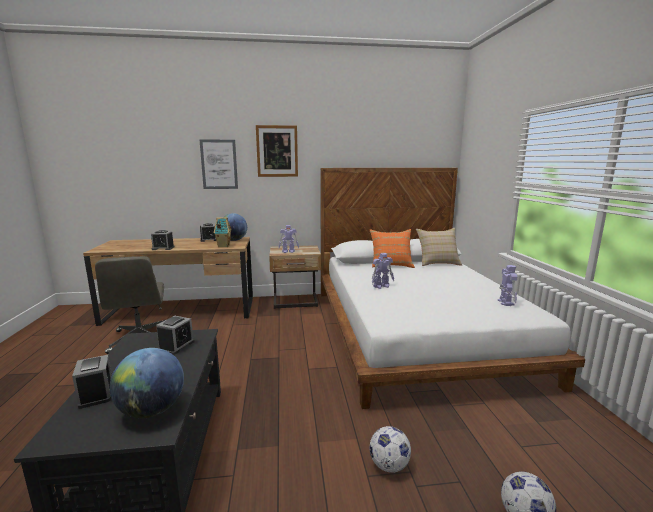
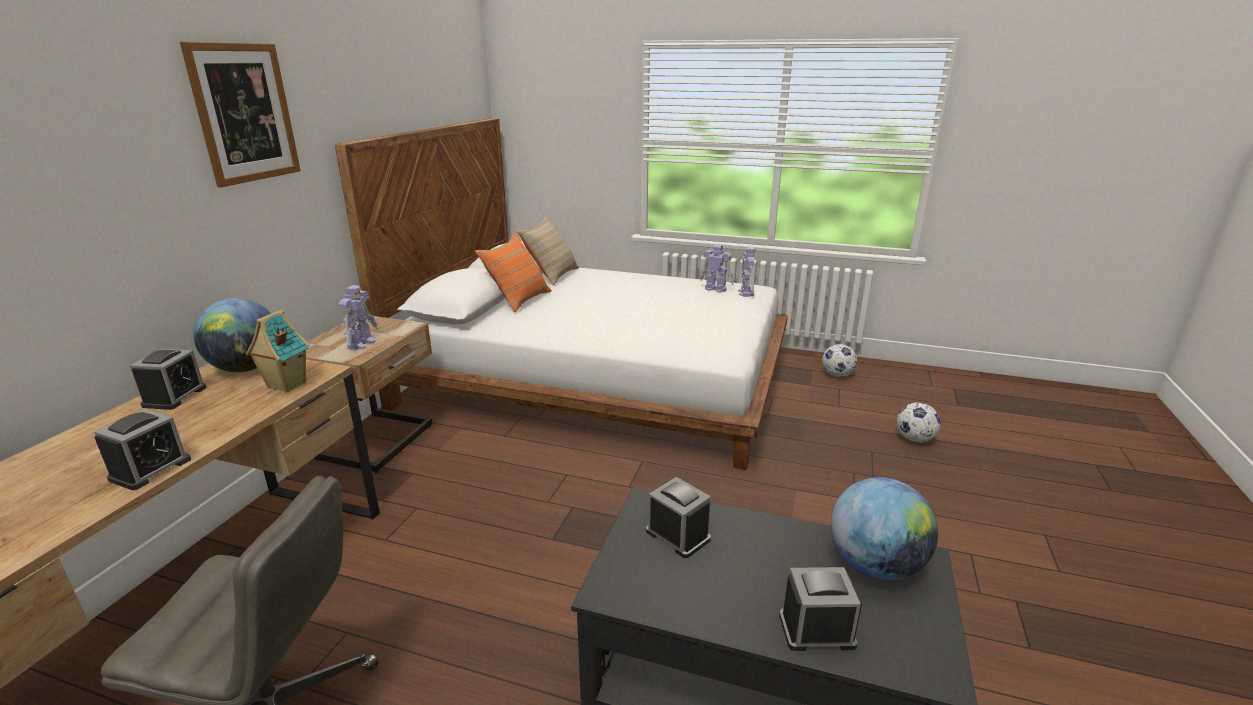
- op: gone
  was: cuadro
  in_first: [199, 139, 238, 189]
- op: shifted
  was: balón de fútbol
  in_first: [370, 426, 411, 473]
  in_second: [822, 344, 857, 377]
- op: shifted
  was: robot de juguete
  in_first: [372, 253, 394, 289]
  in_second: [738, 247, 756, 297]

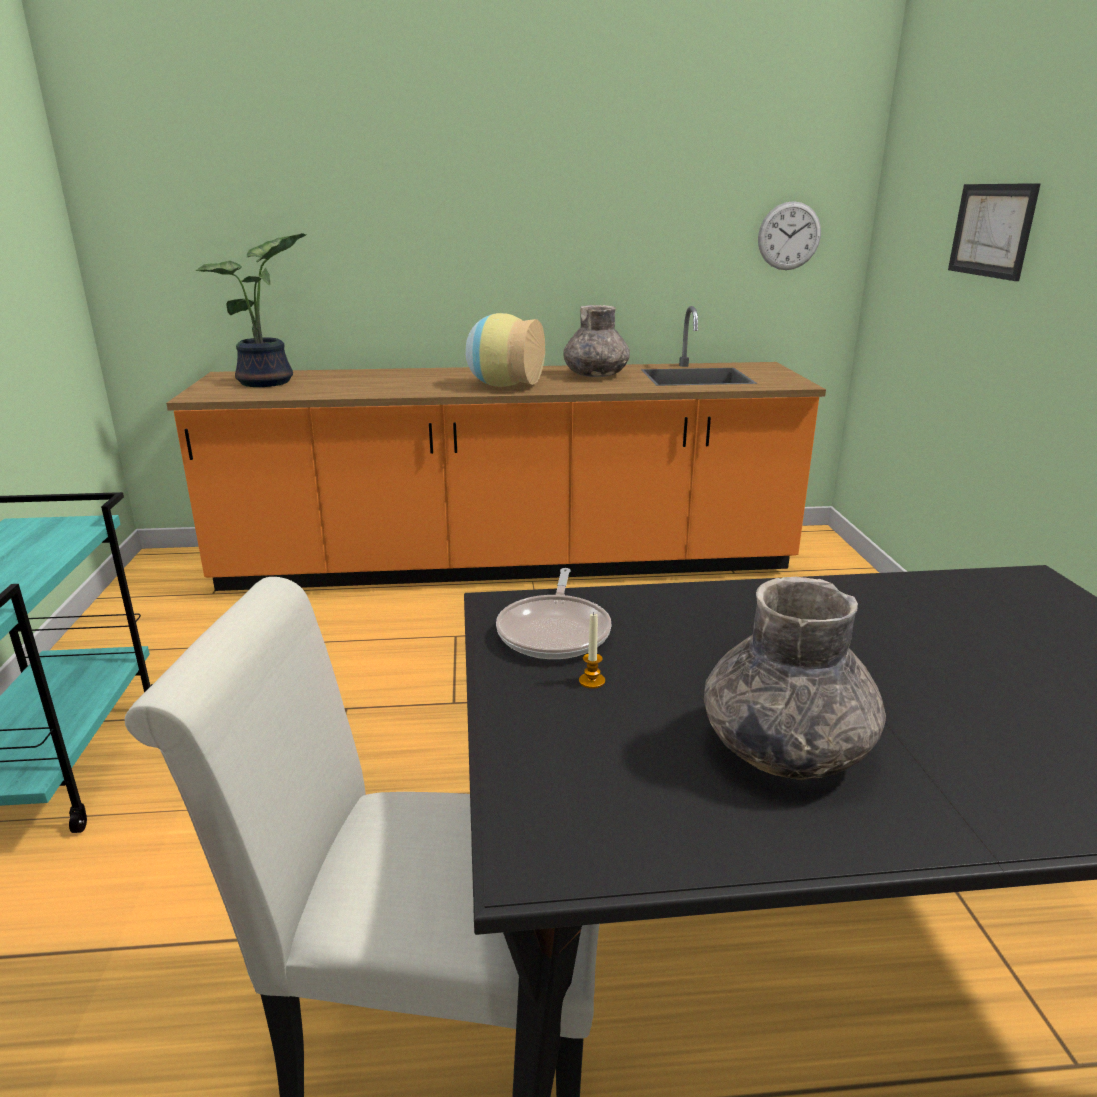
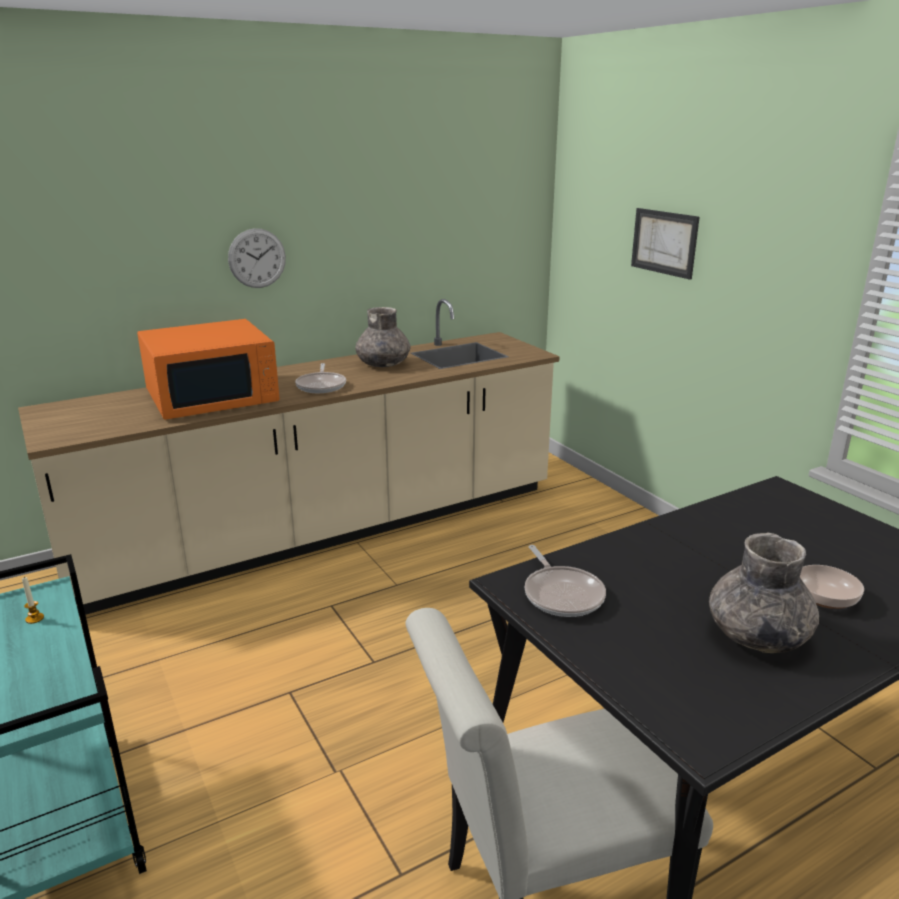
- op: gone
  was: planta en maceta
  in_first: [195, 233, 306, 387]
- op: new
  now: microondas [naranja]
  in_second: [137, 319, 280, 420]
- op: new
  now: cuenco
  in_second: [800, 565, 864, 609]
- op: shifted
  was: vela
  in_first: [579, 612, 605, 688]
  in_second: [22, 577, 44, 624]
- op: shifted
  was: reloj de pared
  in_first: [758, 201, 821, 270]
  in_second: [228, 228, 286, 288]
- op: swapped
  was: florero
  now: sartén
  in_first: [465, 313, 545, 387]
  in_second: [295, 363, 346, 393]
- op: repainted
  was: mueble bajo de cocina [naranja]
  now: mueble bajo de cocina [beis]
  in_first: [166, 306, 826, 591]
  in_second: [18, 299, 560, 615]

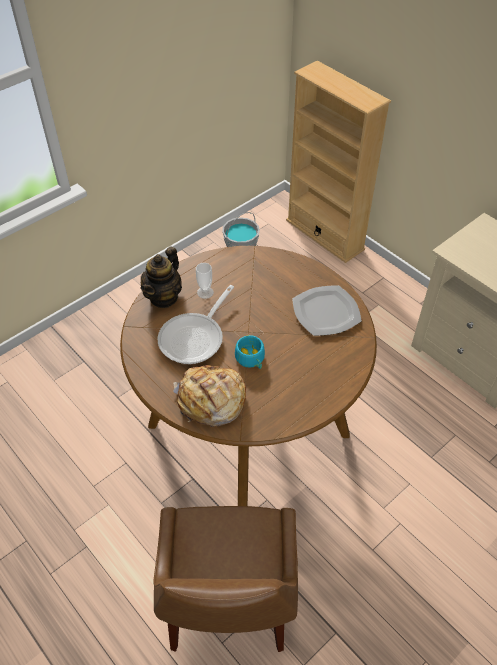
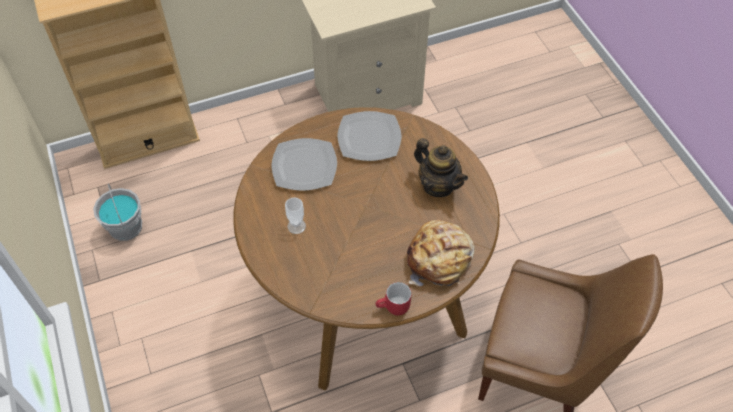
- op: gone
  was: sartén
  in_first: [158, 285, 234, 364]
- op: gone
  was: taza [turquesa]
  in_first: [235, 335, 265, 369]
- op: new
  now: plato
  in_second: [271, 138, 337, 191]
- op: new
  now: taza grande [rojo]
  in_second: [376, 282, 411, 316]
- op: shifted
  was: tetera
  in_first: [141, 247, 182, 308]
  in_second: [414, 138, 468, 197]

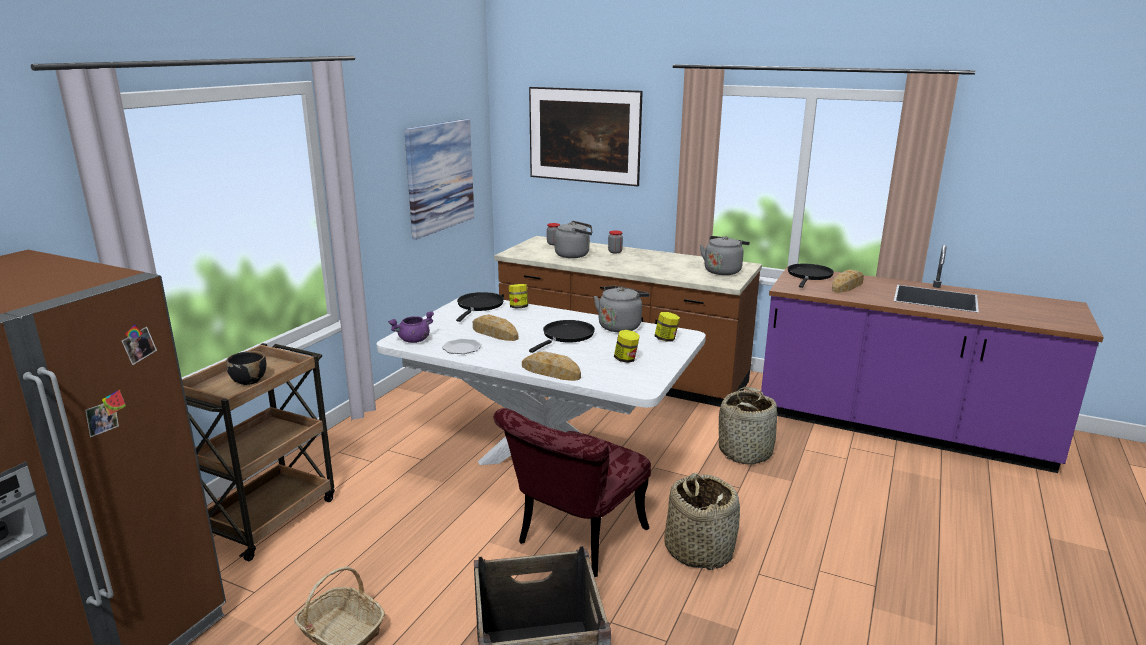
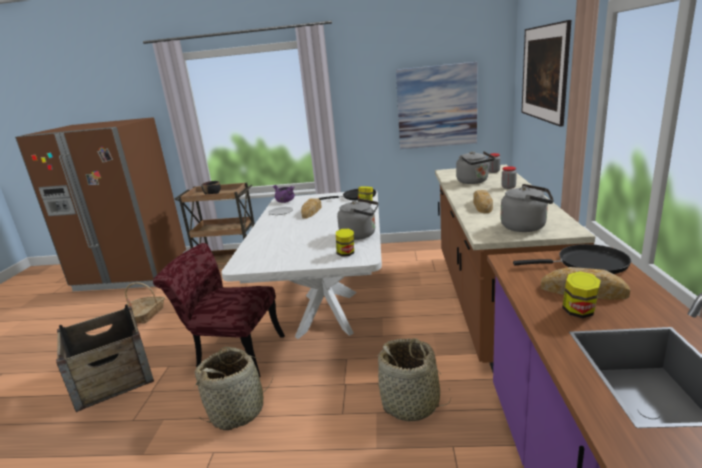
- op: gone
  was: sartén [negro]
  in_first: [529, 320, 595, 353]
- op: shifted
  was: pan
  in_first: [522, 351, 581, 381]
  in_second: [473, 190, 493, 213]
- op: shifted
  was: tarro
  in_first: [614, 330, 640, 363]
  in_second: [562, 271, 601, 318]

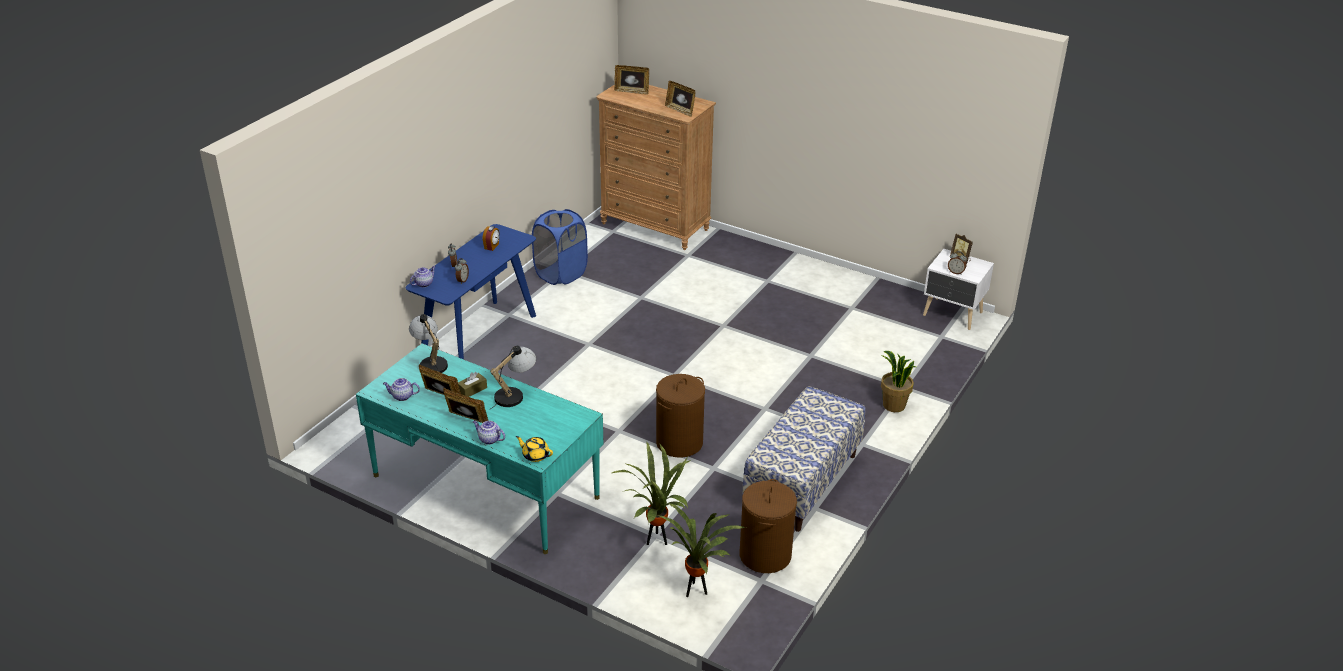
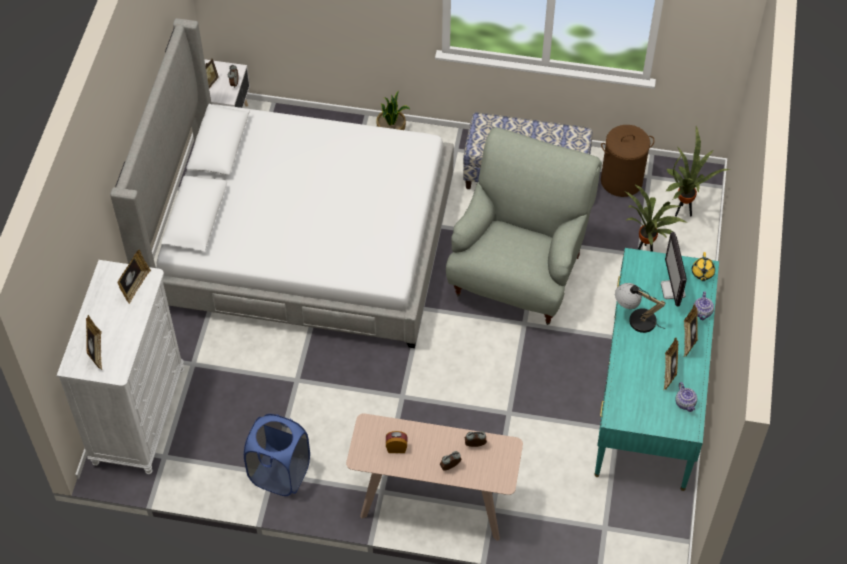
- op: gone
  was: lámpara de mesa
  in_first: [409, 314, 448, 373]
- op: gone
  was: tetera
  in_first: [410, 266, 436, 287]
- op: gone
  was: caja de pañuelos [marrón]
  in_first: [458, 372, 487, 397]
- op: new
  now: cama
  in_second: [110, 18, 454, 348]
- op: new
  now: monitor
  in_second: [661, 232, 687, 306]
- op: swapped
  was: cesto de la ropa [marrón]
  now: sillón [gris]
  in_first: [656, 374, 705, 458]
  in_second: [446, 127, 602, 325]
- op: repainted
  was: mesa consola [azul]
  now: mesa consola [beis]
  in_first: [406, 224, 536, 359]
  in_second: [346, 413, 523, 541]
- op: repainted
  was: cómoda [marrón]
  now: cómoda [blanco]
  in_first: [597, 85, 716, 250]
  in_second: [57, 260, 184, 474]

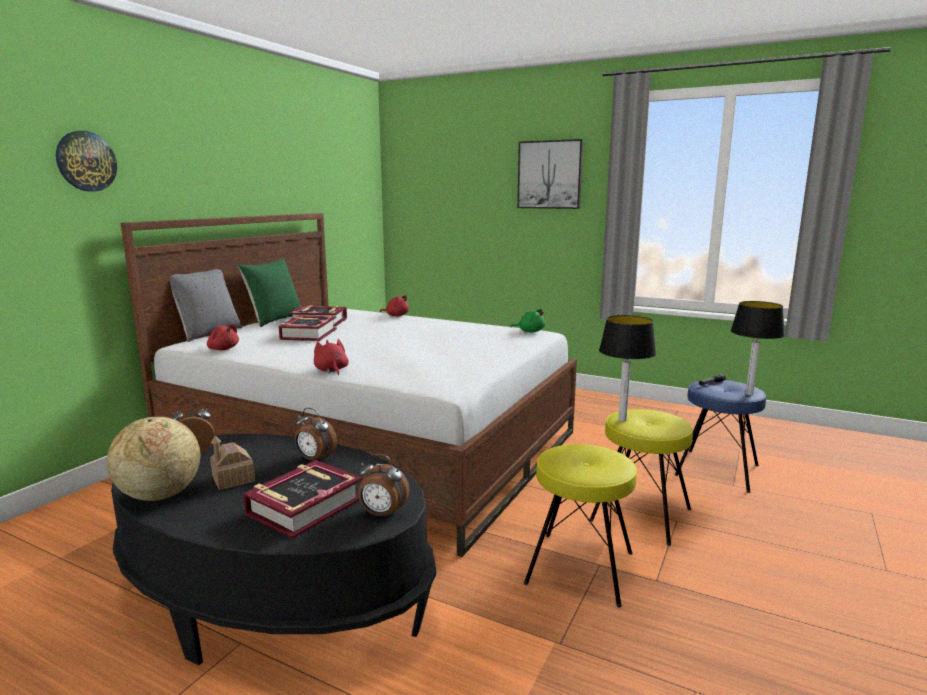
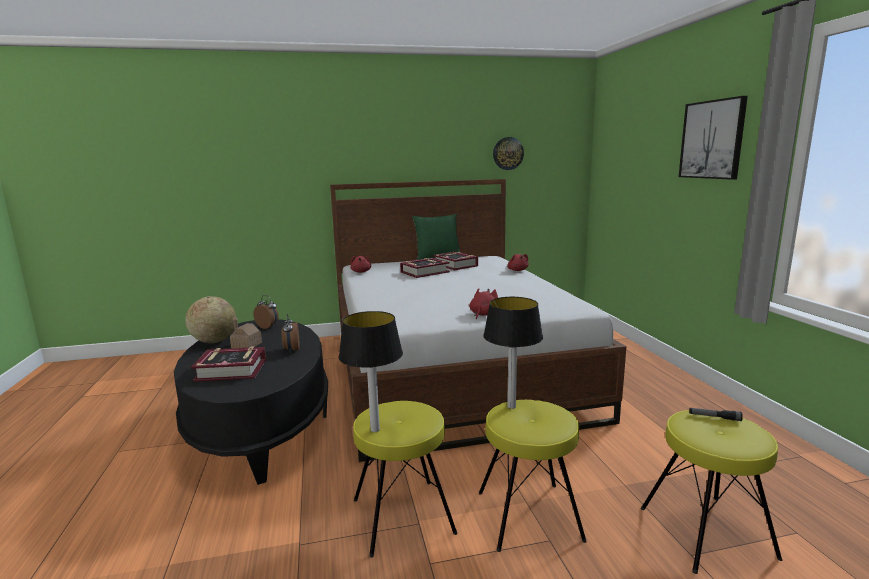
- op: gone
  was: cojín [gris]
  in_first: [170, 269, 242, 342]
- op: gone
  was: despertador
  in_first: [358, 454, 410, 517]
- op: gone
  was: peluche [verde]
  in_first: [510, 309, 545, 332]
- op: shifted
  was: reloj de pared
  in_first: [56, 131, 117, 191]
  in_second: [493, 137, 524, 170]
- op: shifted
  was: peluche [rojo]
  in_first: [314, 339, 349, 375]
  in_second: [469, 288, 498, 319]
- op: shifted
  was: lámpara de mesa
  in_first: [731, 301, 785, 395]
  in_second: [339, 311, 403, 432]
- op: repainted
  was: taburete [azul]
  now: taburete [amarillo]
  in_first: [675, 380, 766, 493]
  in_second: [641, 410, 782, 574]

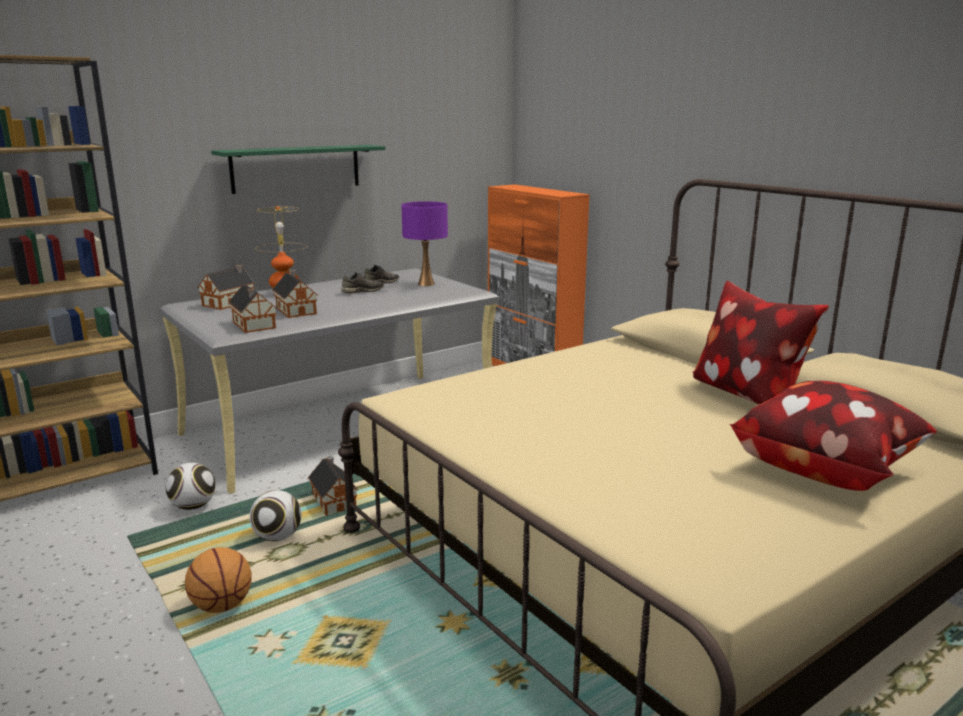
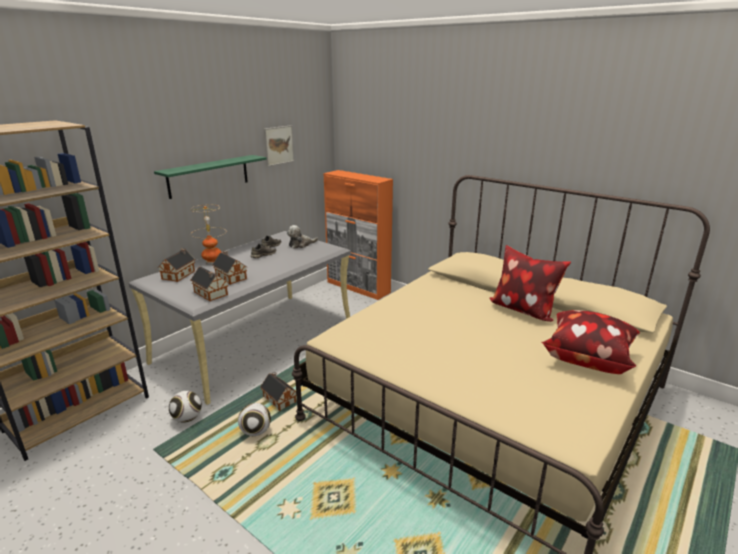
- op: gone
  was: balón de baloncesto
  in_first: [185, 547, 251, 613]
- op: new
  now: cuadro
  in_second: [264, 125, 295, 167]
- op: swapped
  was: lámpara de mesa [morado]
  now: peluche
  in_first: [402, 201, 448, 286]
  in_second: [287, 225, 318, 249]

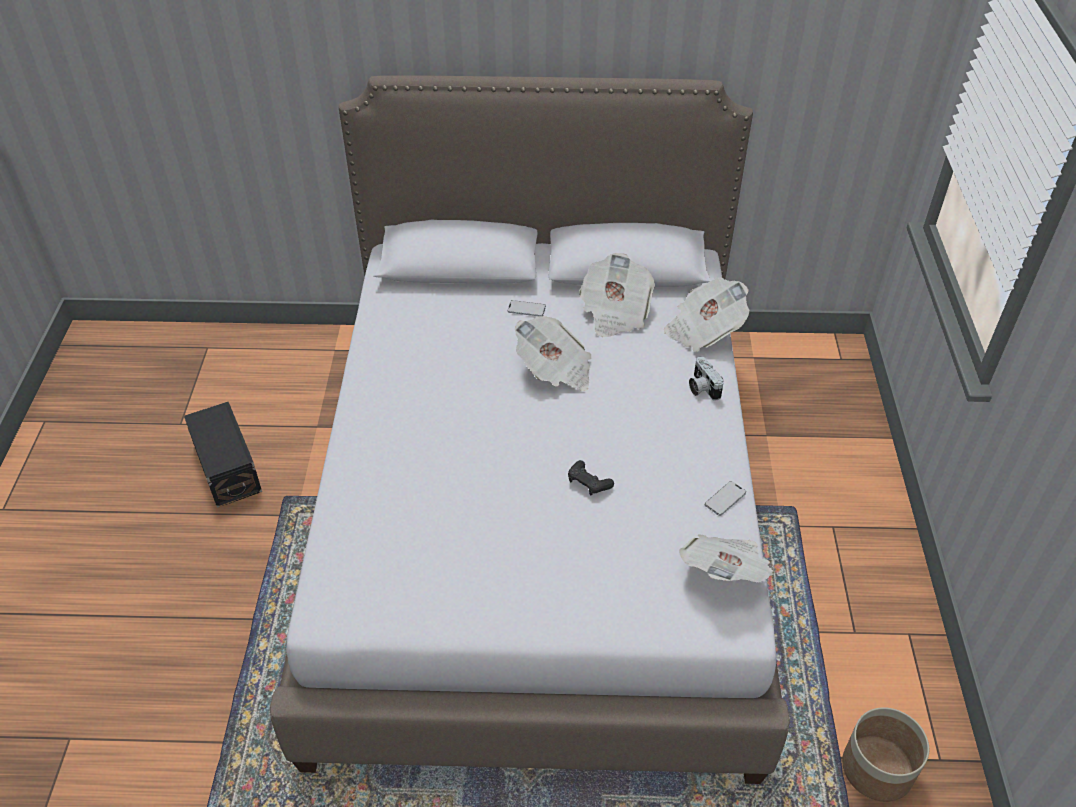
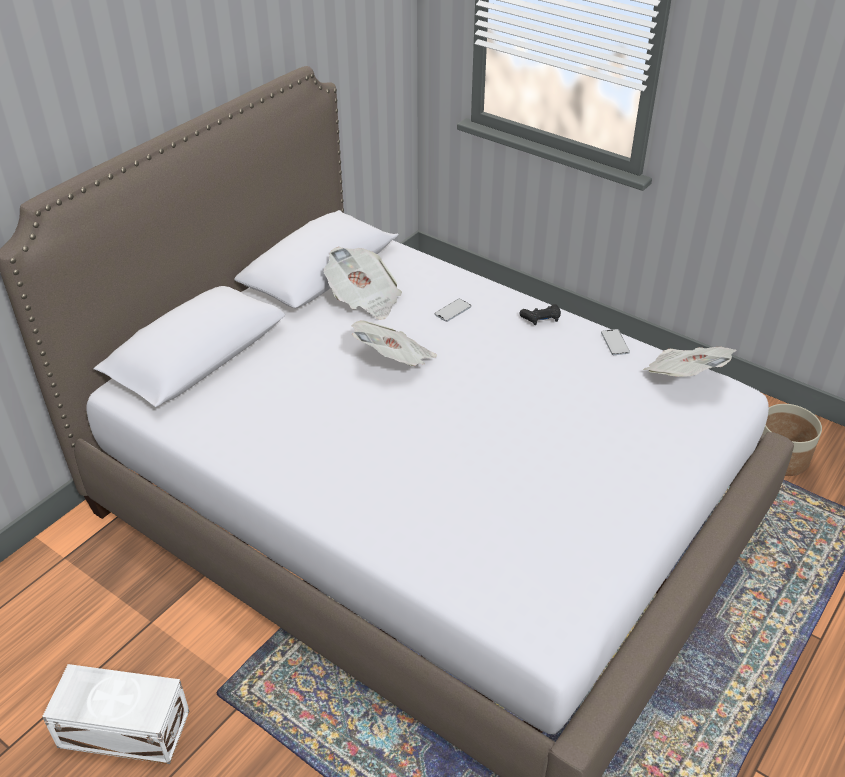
- op: gone
  was: periódico
  in_first: [664, 277, 749, 352]
- op: gone
  was: cámara
  in_first: [689, 357, 724, 401]
- op: shifted
  was: móvil
  in_first: [508, 300, 546, 316]
  in_second: [435, 299, 471, 322]
- op: shifted
  was: mando de consola [negro]
  in_first: [568, 460, 614, 495]
  in_second: [520, 304, 561, 325]
- op: repainted
  was: caja de almacenaje [negro]
  now: caja de almacenaje [blanco]
  in_first: [184, 402, 262, 508]
  in_second: [42, 664, 189, 764]

